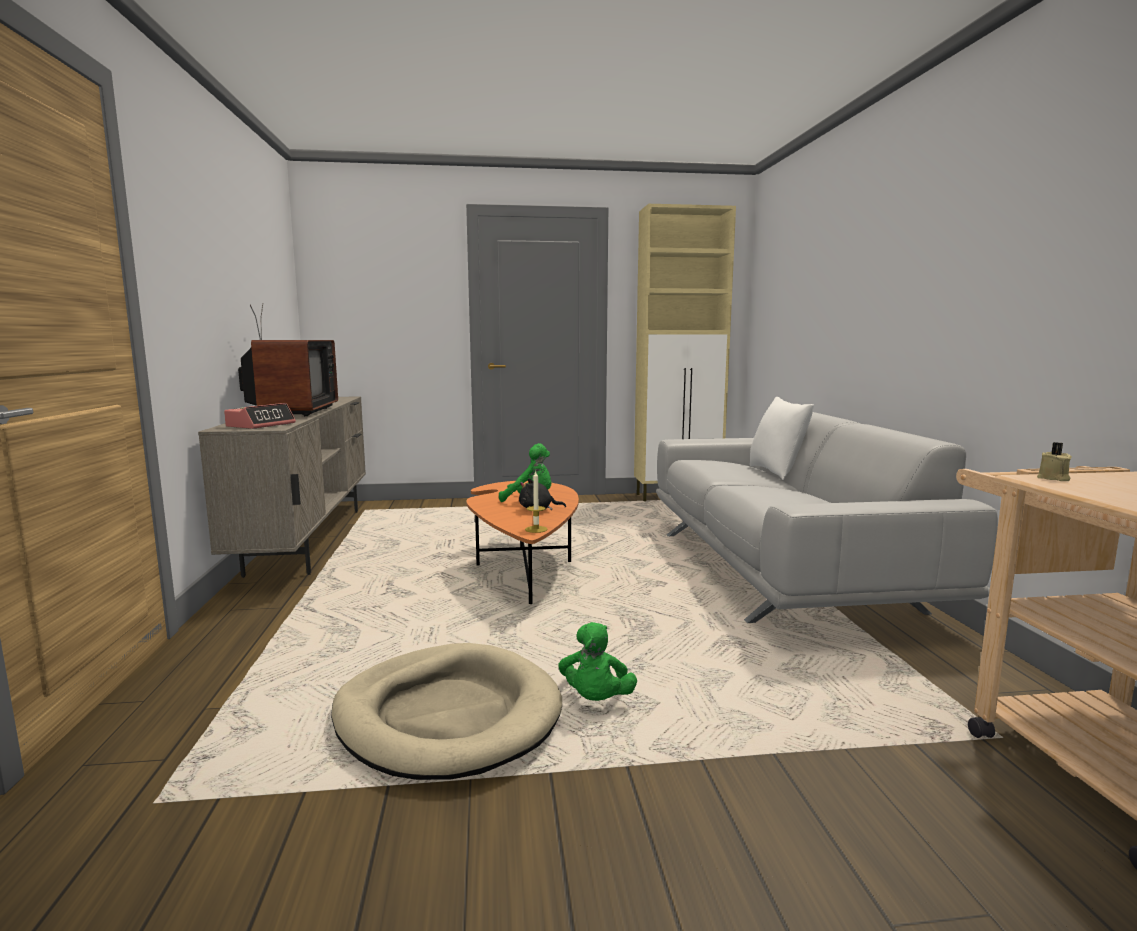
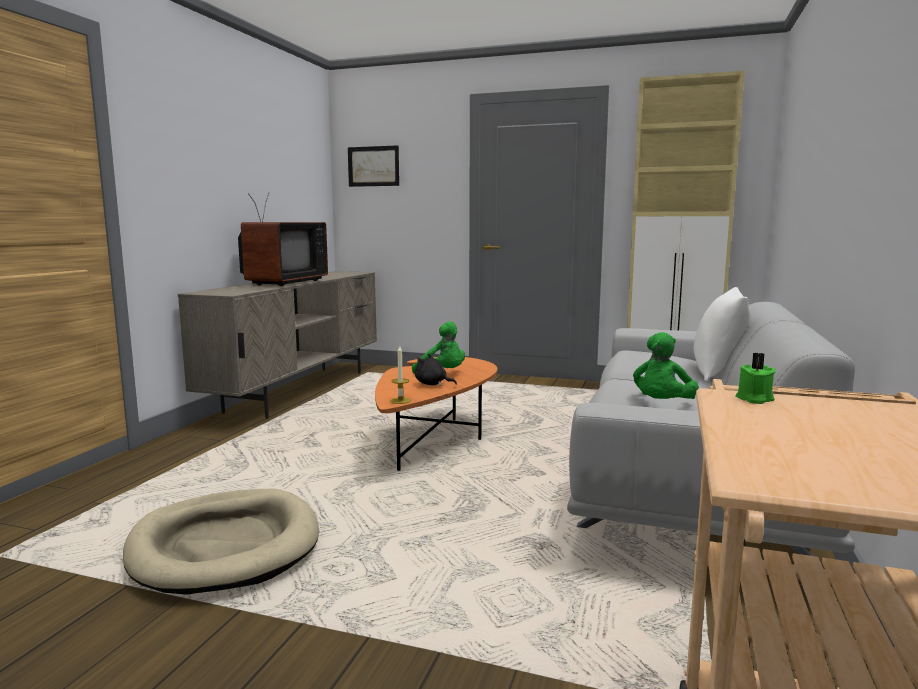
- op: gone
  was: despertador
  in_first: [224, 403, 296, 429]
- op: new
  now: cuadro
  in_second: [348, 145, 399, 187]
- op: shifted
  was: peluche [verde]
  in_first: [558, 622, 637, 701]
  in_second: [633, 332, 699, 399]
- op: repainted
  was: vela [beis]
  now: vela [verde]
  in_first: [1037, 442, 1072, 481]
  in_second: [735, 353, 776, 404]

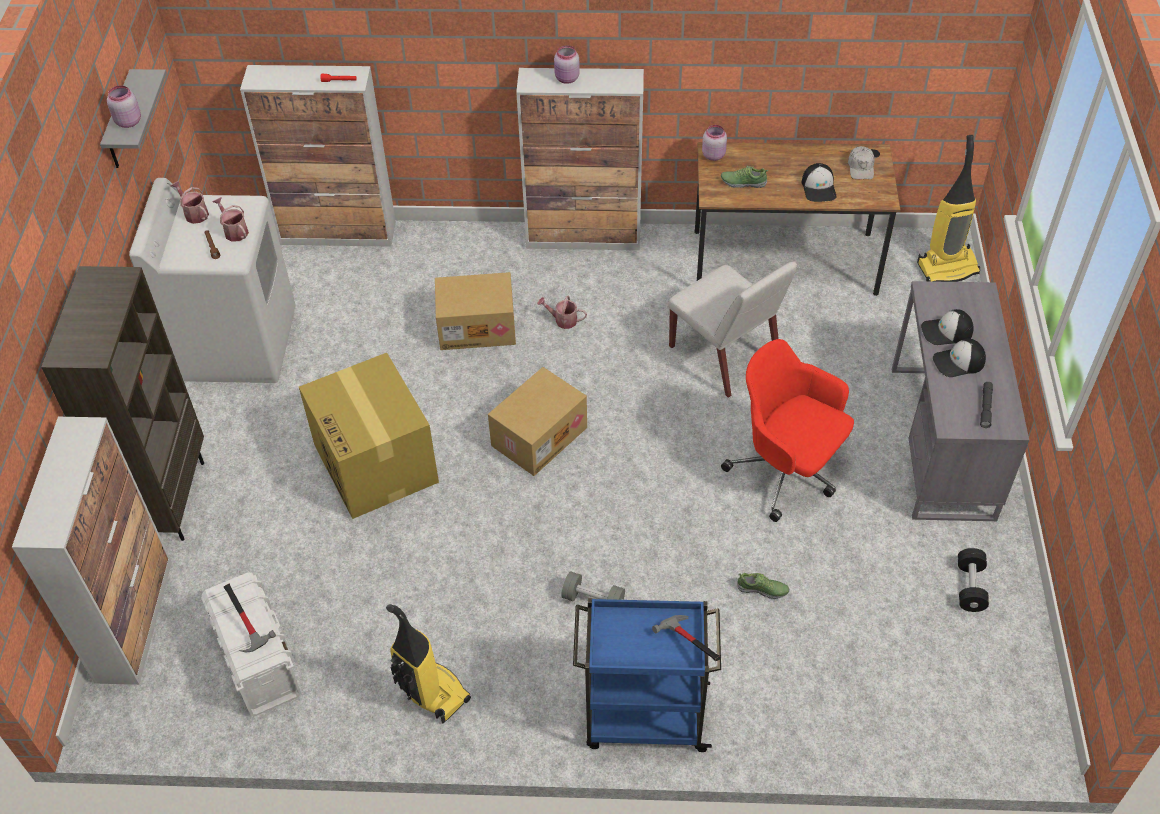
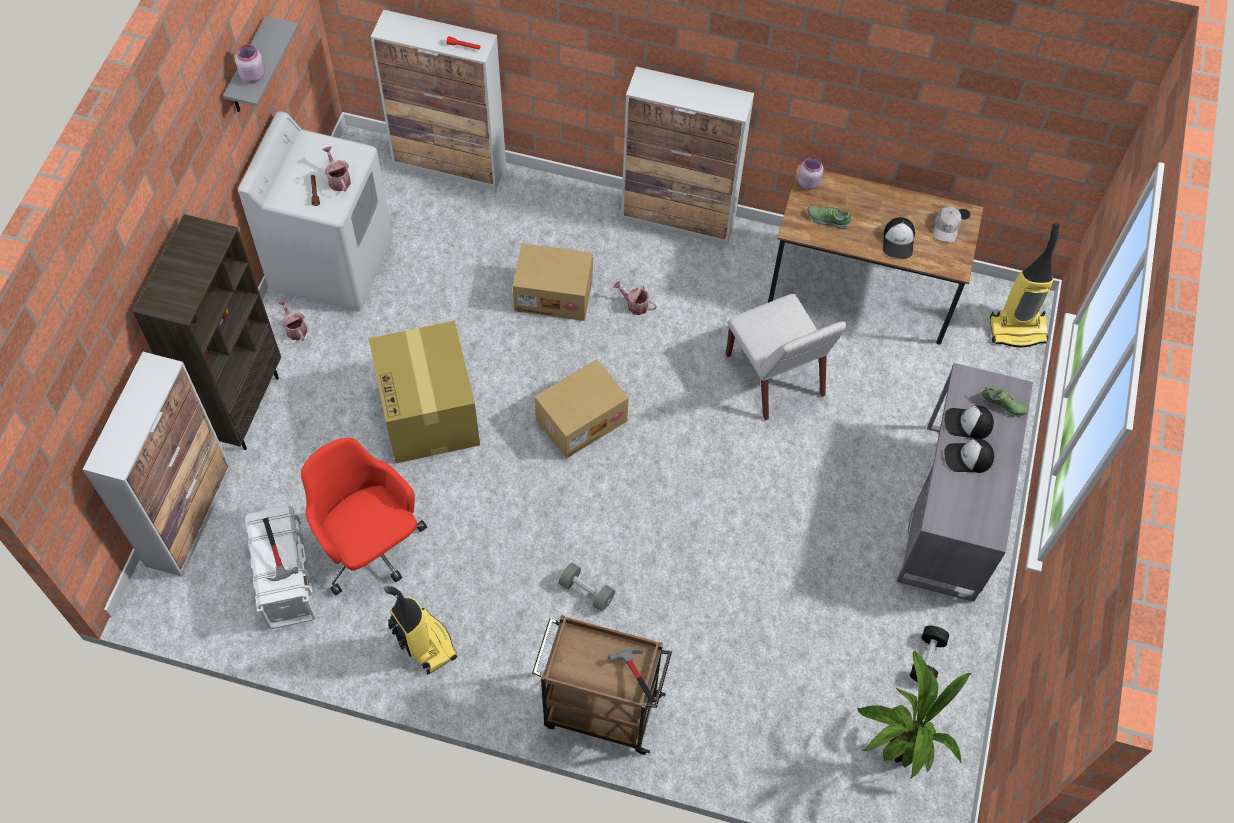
- op: gone
  was: tarro [rosa]
  in_first: [554, 45, 580, 84]
- op: gone
  was: linterna [gris]
  in_first: [980, 382, 993, 428]
- op: new
  now: planta en maceta
  in_second: [857, 650, 971, 779]
- op: shifted
  was: regadera
  in_first: [170, 181, 209, 224]
  in_second: [278, 299, 307, 341]
- op: shifted
  was: silla de oficina [rojo]
  in_first: [721, 339, 854, 522]
  in_second: [301, 438, 427, 596]
- op: shifted
  was: zapato
  in_first: [737, 573, 790, 599]
  in_second: [980, 386, 1028, 417]
- op: repainted
  was: carrito [azul]
  now: carrito [marrón]
  in_first: [573, 598, 721, 752]
  in_second: [532, 615, 672, 755]

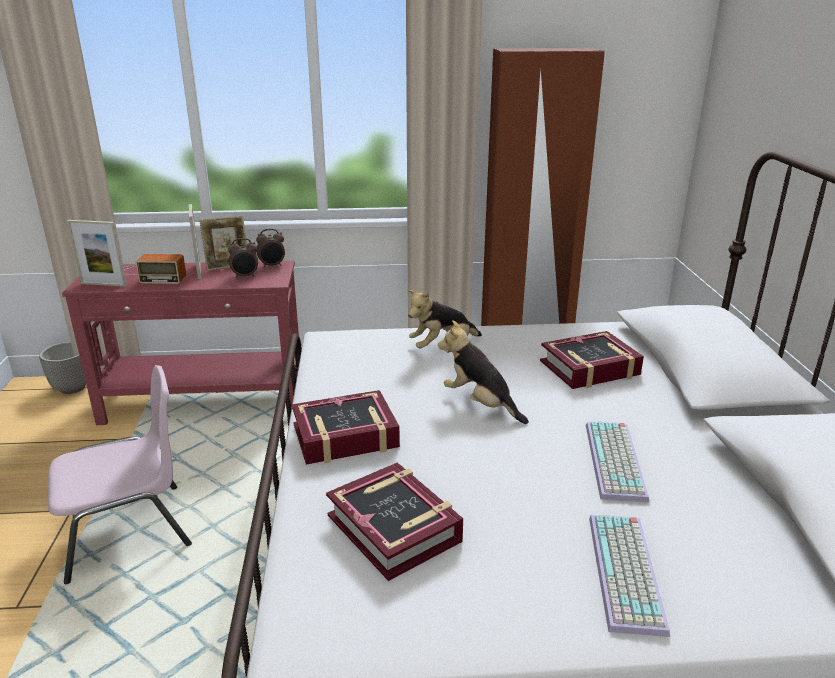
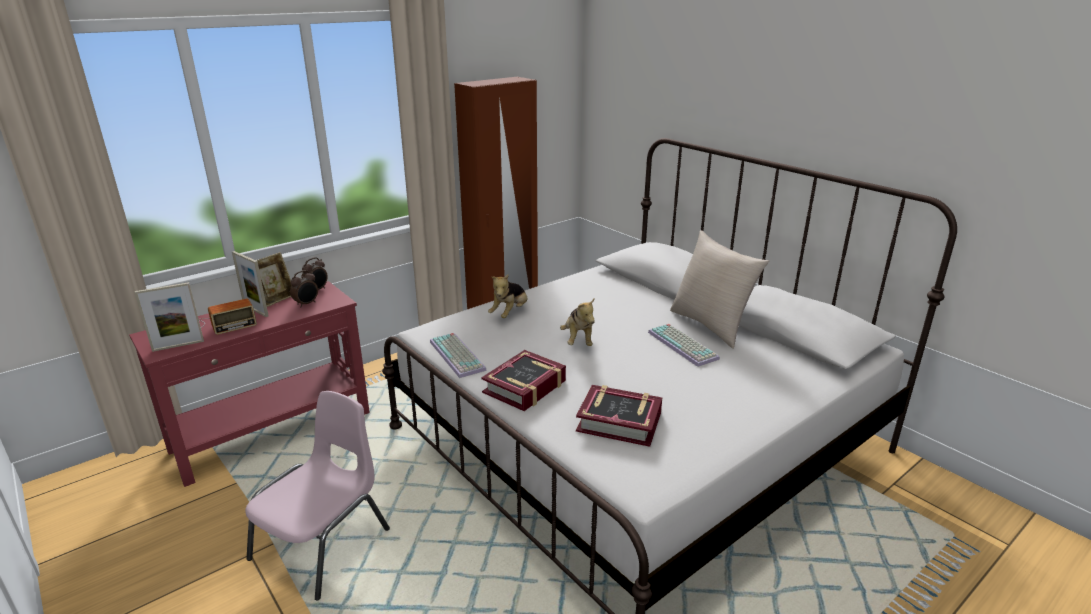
- op: gone
  was: maceta
  in_first: [39, 342, 86, 394]
- op: gone
  was: libro
  in_first: [540, 331, 644, 389]
- op: new
  now: cojín [beis]
  in_second: [670, 230, 769, 349]
- op: shifted
  was: teclado
  in_first: [589, 515, 670, 637]
  in_second: [430, 333, 487, 378]
- op: rotated
  was: peluche
  in_first: [438, 320, 528, 424]
  in_second: [560, 298, 595, 346]
  clockwise: -105

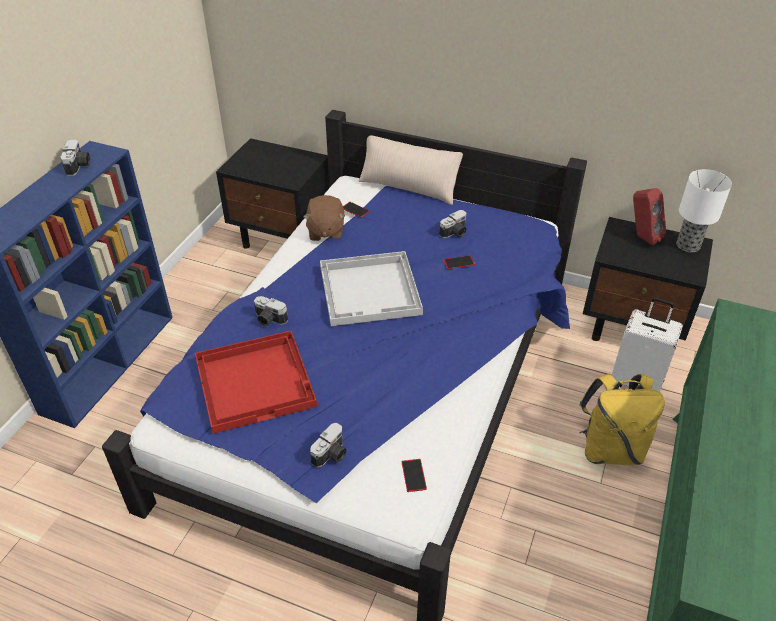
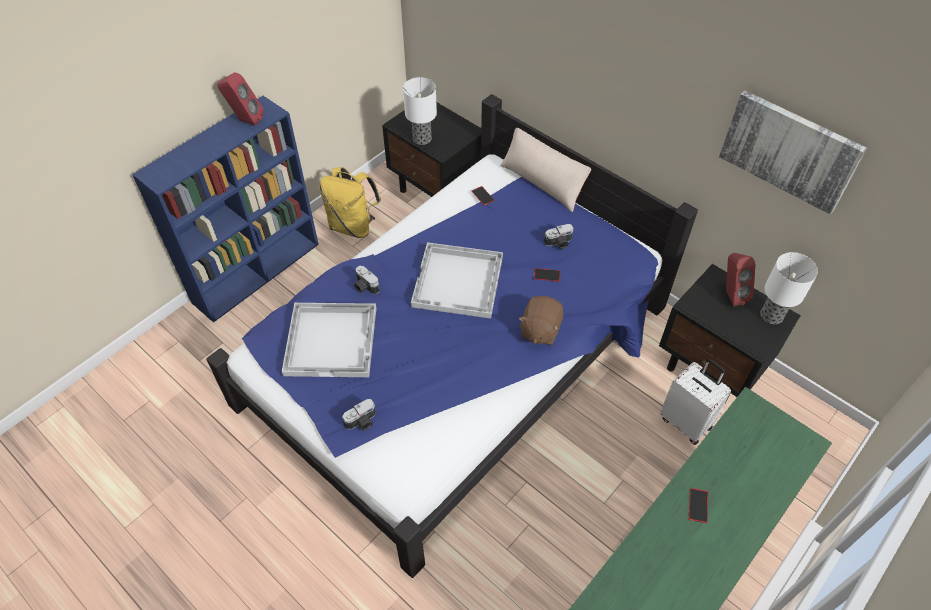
- op: new
  now: lámpara de mesa
  in_second: [403, 77, 437, 145]
- op: new
  now: cuadro
  in_second: [719, 90, 867, 214]
- op: shifted
  was: peluche [marrón]
  in_first: [303, 195, 345, 241]
  in_second: [518, 296, 564, 345]
- op: shifted
  was: móvil
  in_first: [402, 459, 427, 492]
  in_second: [689, 488, 708, 523]
- op: shifted
  was: mochila [amarillo]
  in_first: [579, 374, 665, 465]
  in_second: [320, 167, 381, 238]
- op: swapped
  was: cámara
  now: altavoz [rojo]
  in_first: [60, 139, 91, 176]
  in_second: [217, 72, 264, 126]
- op: repainted
  was: bandeja [rojo]
  now: bandeja [blanco]
  in_first: [195, 331, 317, 434]
  in_second: [282, 303, 376, 377]

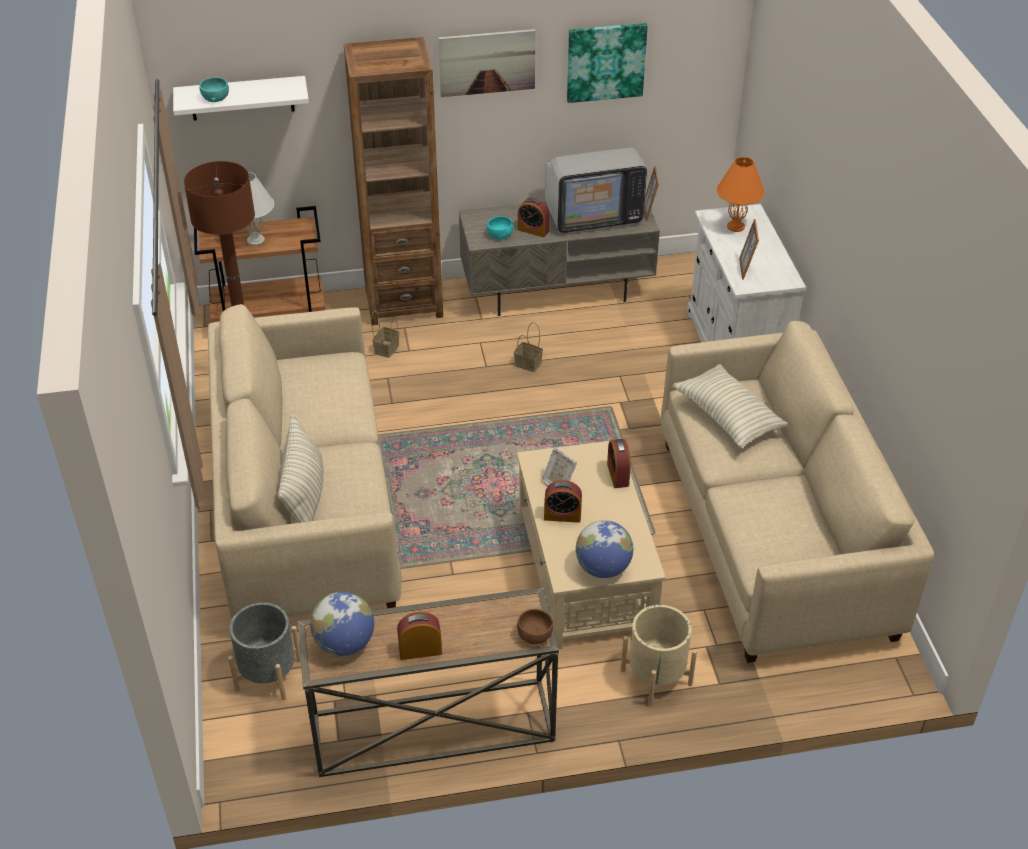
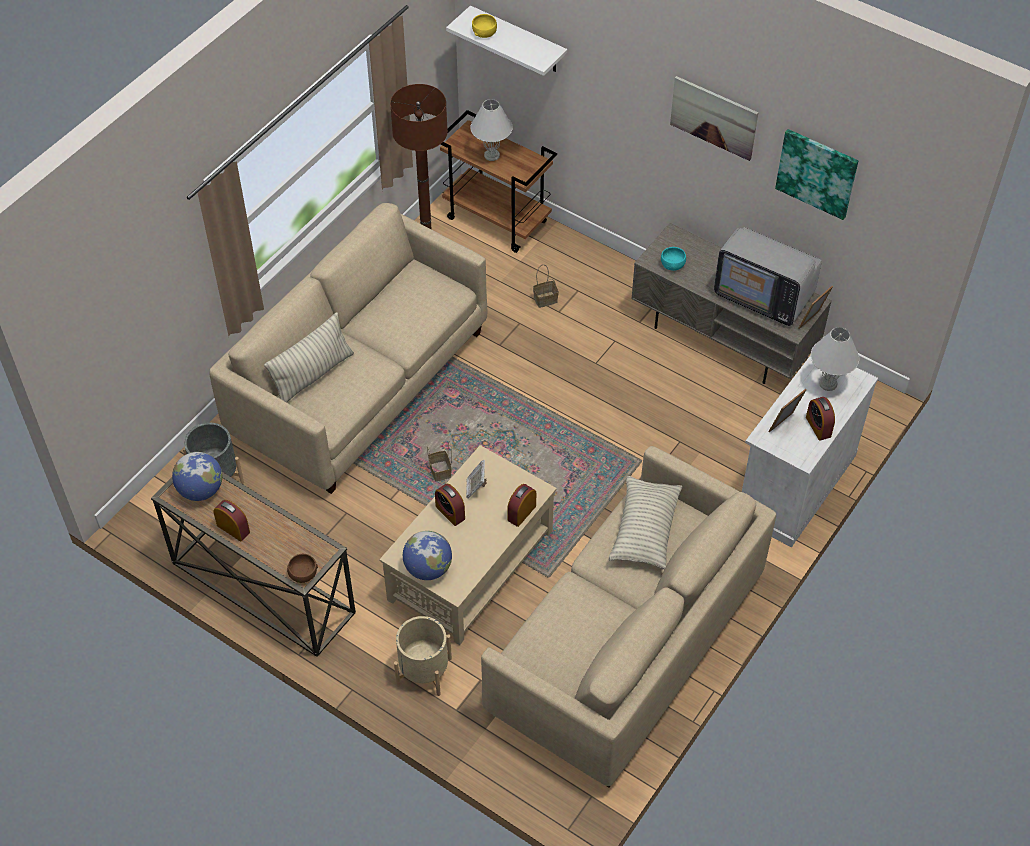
- op: gone
  was: estantería [marrón]
  in_first: [344, 37, 443, 325]
- op: shifted
  was: cesta
  in_first: [514, 322, 543, 372]
  in_second: [427, 441, 452, 481]
- op: shifted
  was: despertador
  in_first: [518, 197, 549, 237]
  in_second: [806, 397, 835, 441]
- op: repainted
  was: cuenco [turquesa]
  now: cuenco [amarillo]
  in_first: [199, 77, 229, 102]
  in_second: [472, 14, 497, 38]
- op: repainted
  was: lámpara de mesa [naranja]
  now: lámpara de mesa [blanco]
  in_first: [716, 157, 765, 232]
  in_second: [811, 327, 859, 391]

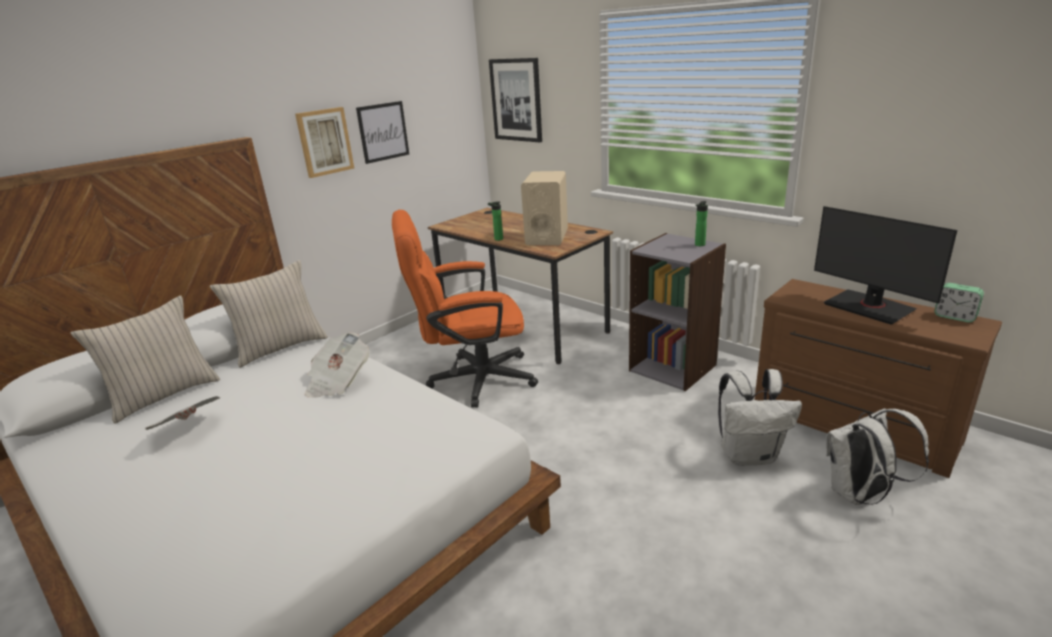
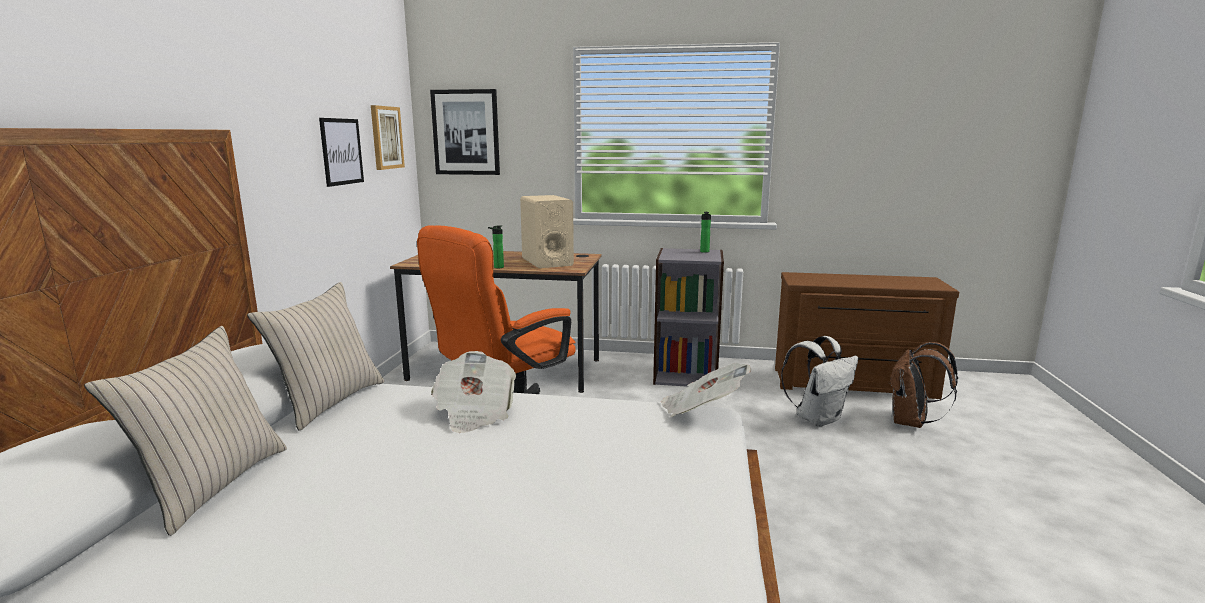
- op: gone
  was: monitor
  in_first: [814, 206, 957, 325]
- op: gone
  was: despertador
  in_first: [934, 283, 984, 322]
- op: shifted
  was: periódico
  in_first: [145, 396, 220, 430]
  in_second: [661, 362, 751, 417]
- op: shifted
  was: cuadro
  in_first: [295, 107, 354, 178]
  in_second: [371, 105, 405, 170]
- op: repainted
  was: mochila [blanco]
  now: mochila [marrón]
  in_first: [826, 408, 929, 505]
  in_second: [888, 342, 958, 428]

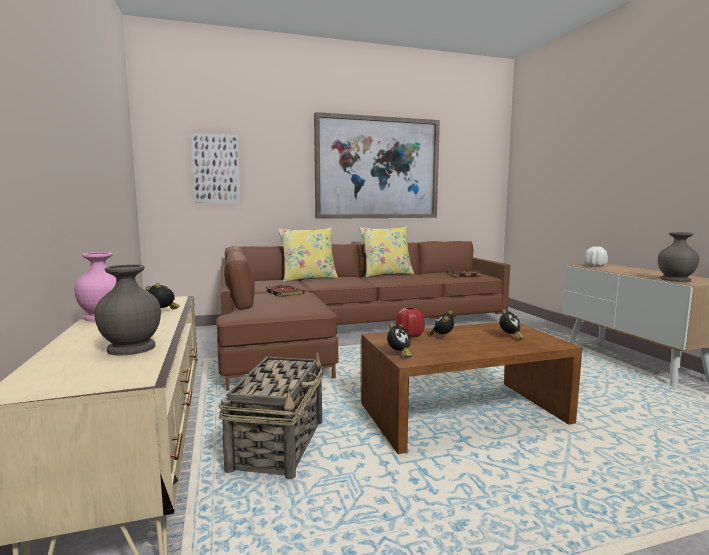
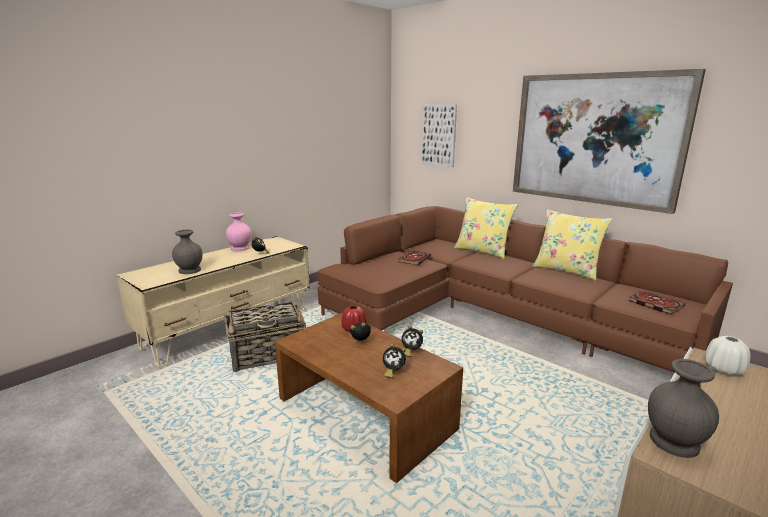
- op: shifted
  was: despertador
  in_first: [387, 323, 412, 358]
  in_second: [401, 325, 423, 357]

